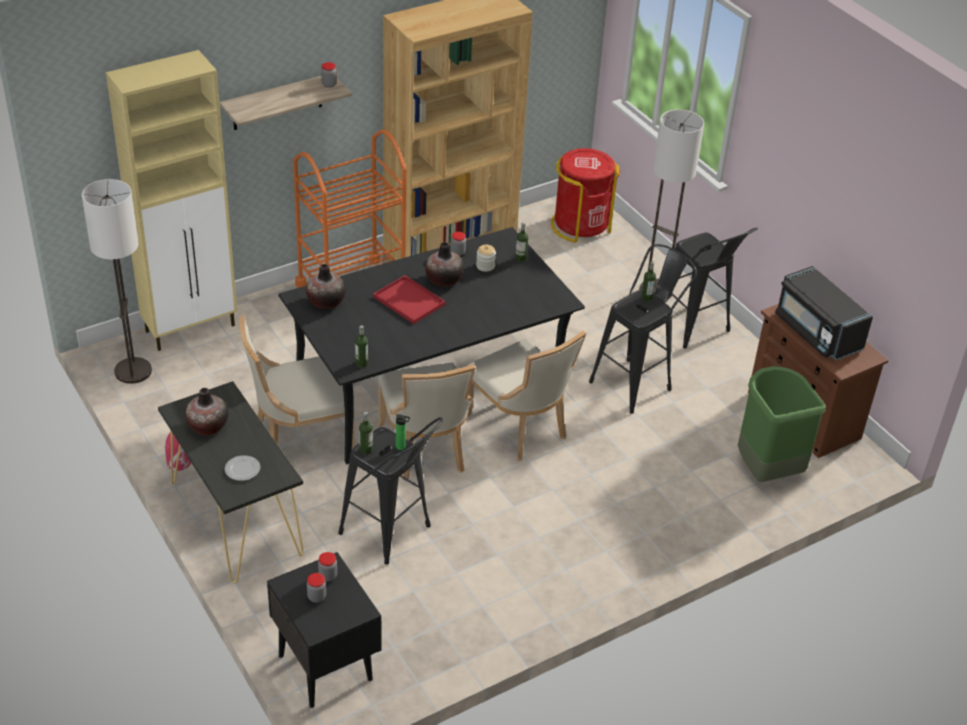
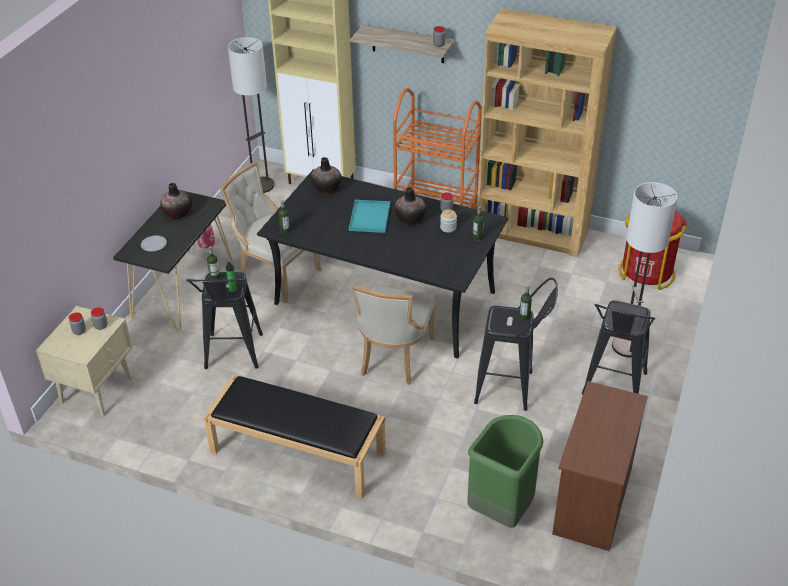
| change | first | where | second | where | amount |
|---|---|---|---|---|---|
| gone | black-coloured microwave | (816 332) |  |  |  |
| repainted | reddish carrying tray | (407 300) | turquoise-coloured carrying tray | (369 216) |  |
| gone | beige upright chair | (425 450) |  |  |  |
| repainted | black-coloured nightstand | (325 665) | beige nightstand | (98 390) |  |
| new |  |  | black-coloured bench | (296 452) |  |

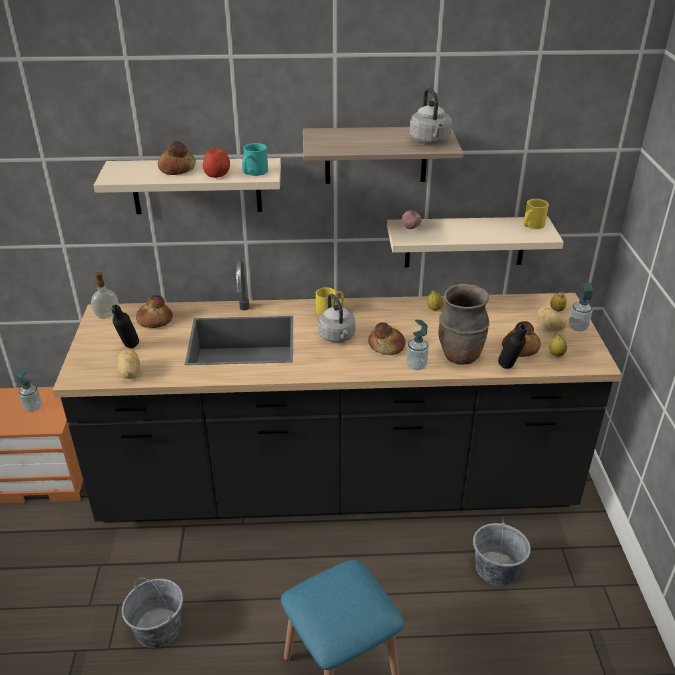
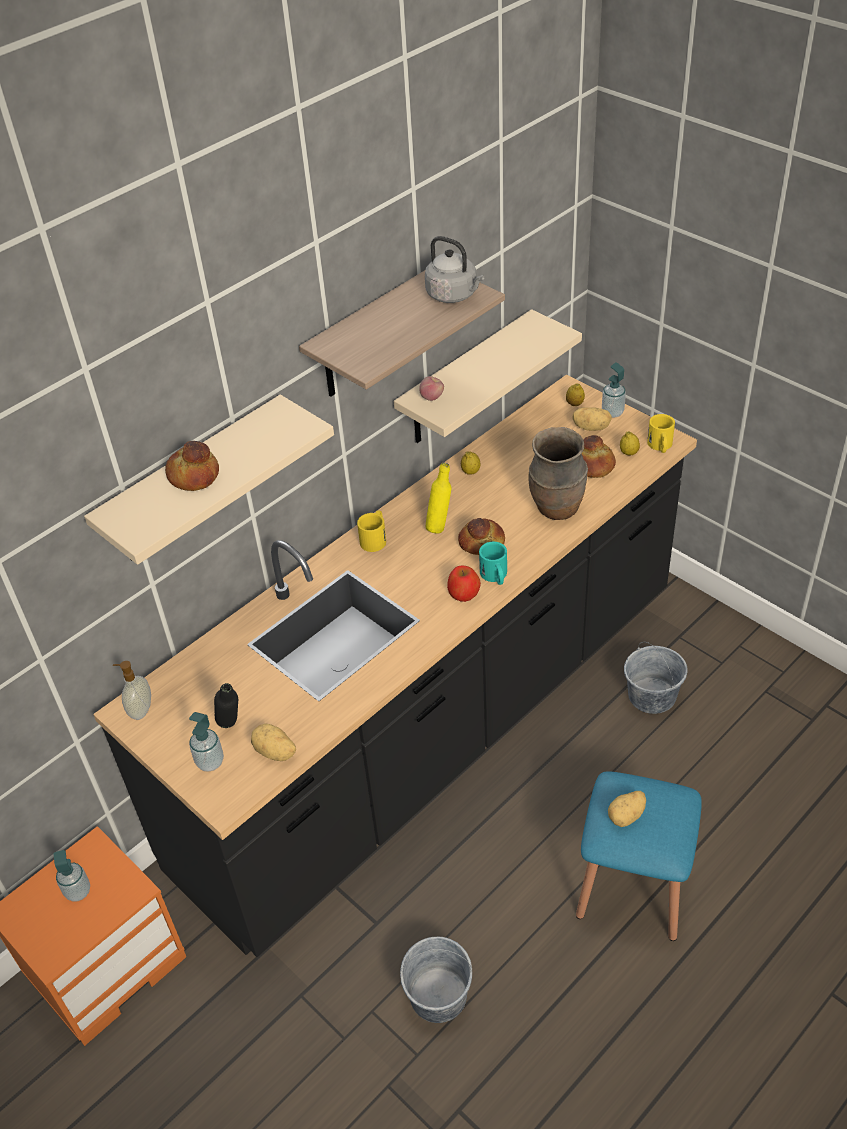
| change | first | where | second | where | amount |
|---|---|---|---|---|---|
| shifted | turquoise-coloured tea mug | (253 173) |  | (495 576) |  |
| shifted | apple fruit | (217 174) |  | (463 593) |  |
| shifted | yellowish tea mug | (531 225) |  | (660 446) |  |
| gone | greyish kettle | (337 337) |  |  |  |
| gone | bread | (154 321) |  |  |  |
| shifted | liquid soap bottle | (416 365) |  | (210 762) |  |
| gone | black-coloured beverage bottle | (509 369) |  |  |  |
| new |  |  | yellowish beverage bottle | (440 525) |  |
| new |  |  | whole potato | (627 816) |  |

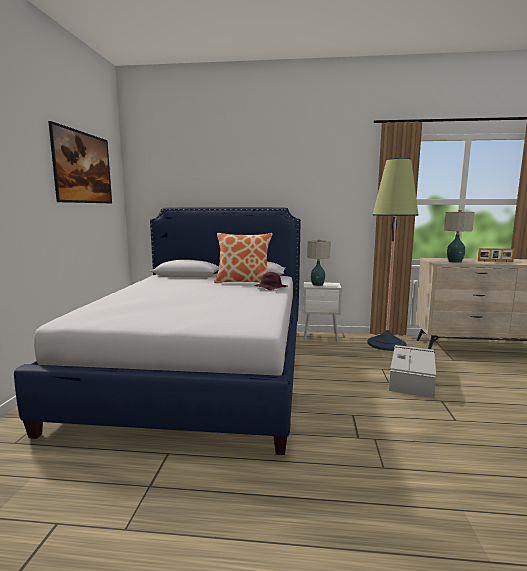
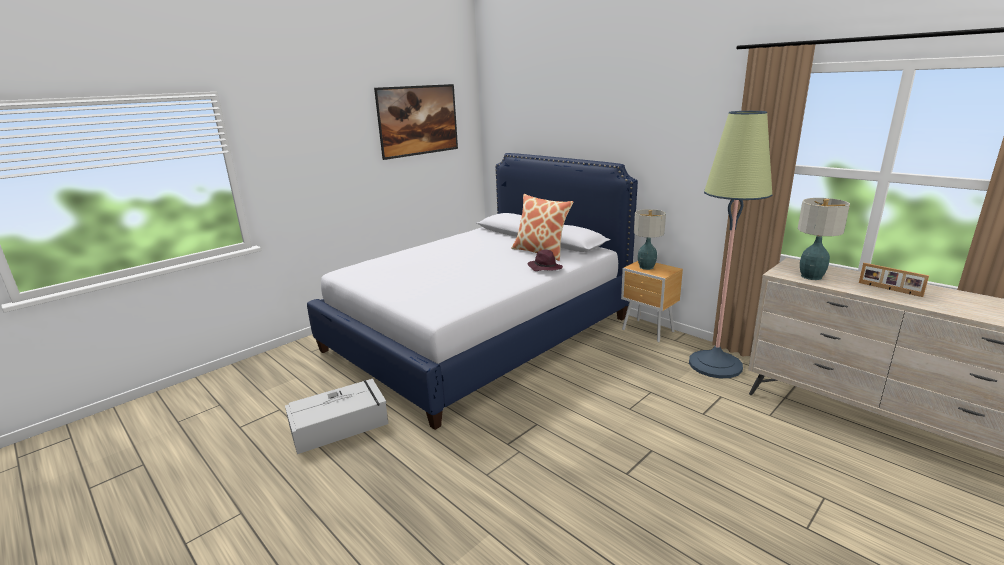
| change | first | where | second | where | amount |
|---|---|---|---|---|---|
| repainted | white-coloured nightstand | (321 337) | brown-coloured nightstand | (648 331) |  |
| shifted | greyish storage box | (412 378) |  | (340 424) |  |

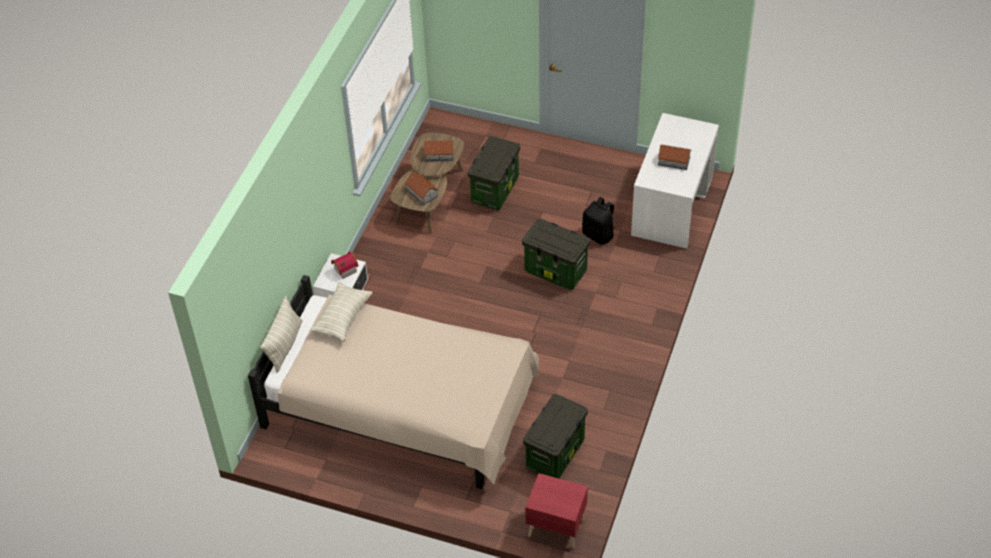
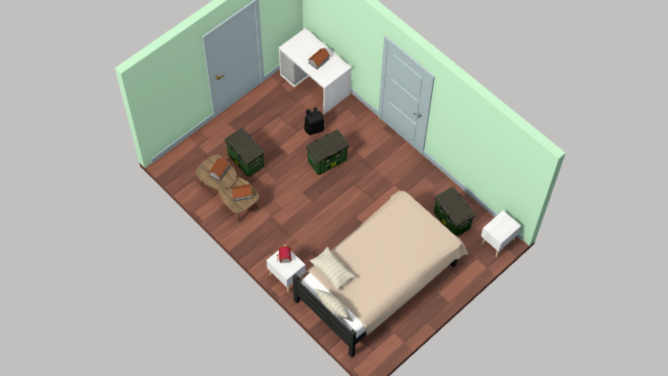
| change | first | where | second | where | amount |
|---|---|---|---|---|---|
| repainted | reddish nightstand | (556 526) | white-coloured nightstand | (497 242) |  |

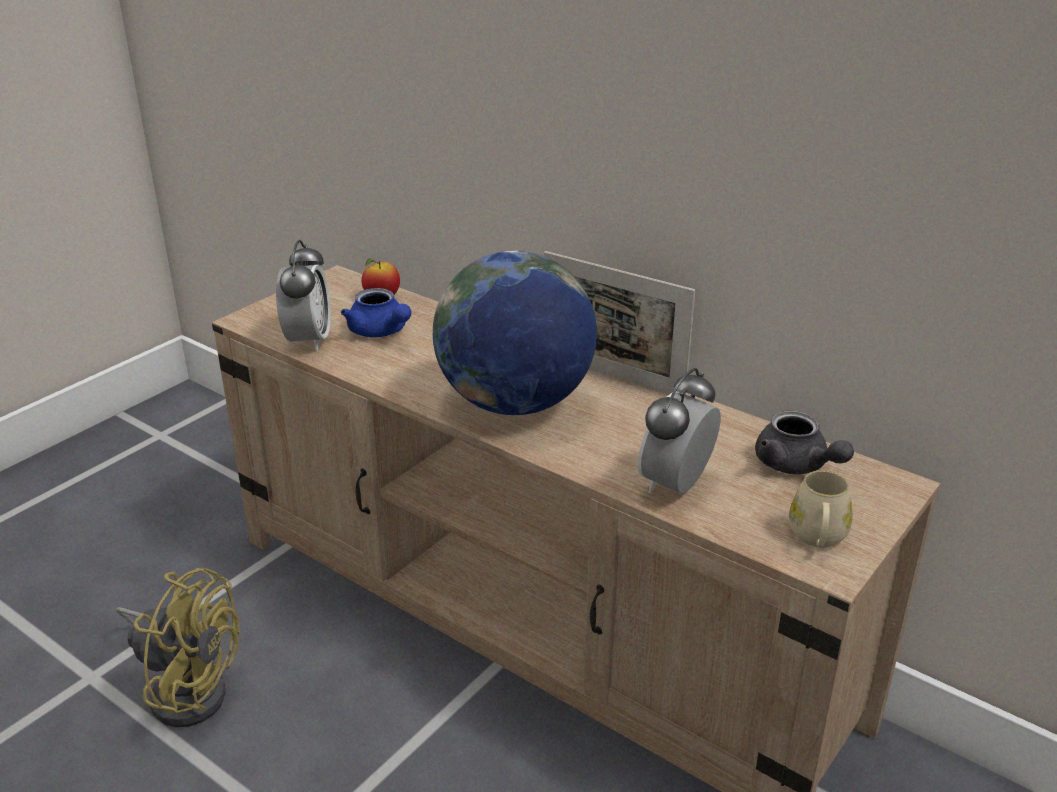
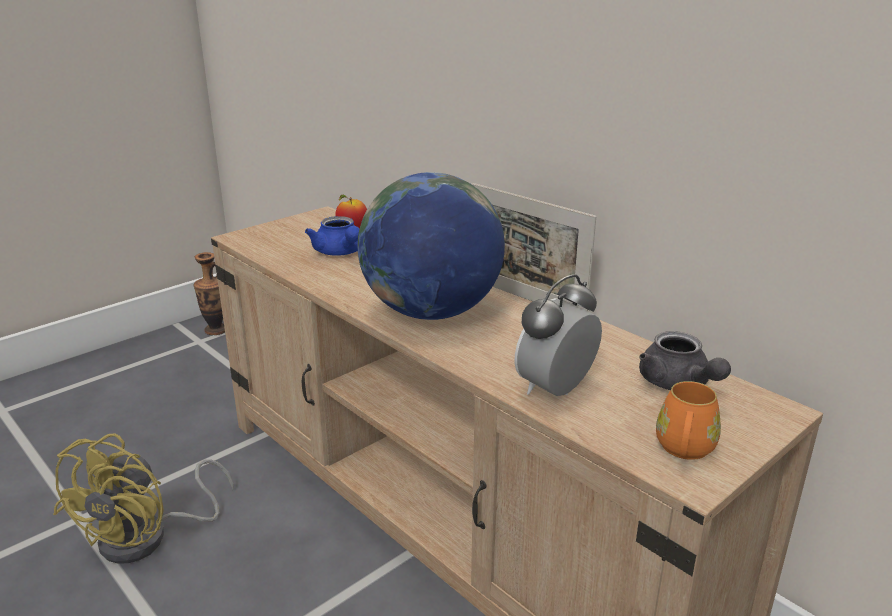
| change | first | where | second | where | amount |
|---|---|---|---|---|---|
| gone | table clock | (308 340) |  |  |  |
| repainted | beige tea mug | (817 538) | orange tea mug | (684 450) |  |
| rotated | yellowish electric fan | (186 688) |  | (148 537) | 75 degrees clockwise |
| new |  |  | decorative vase | (216 330) |  |

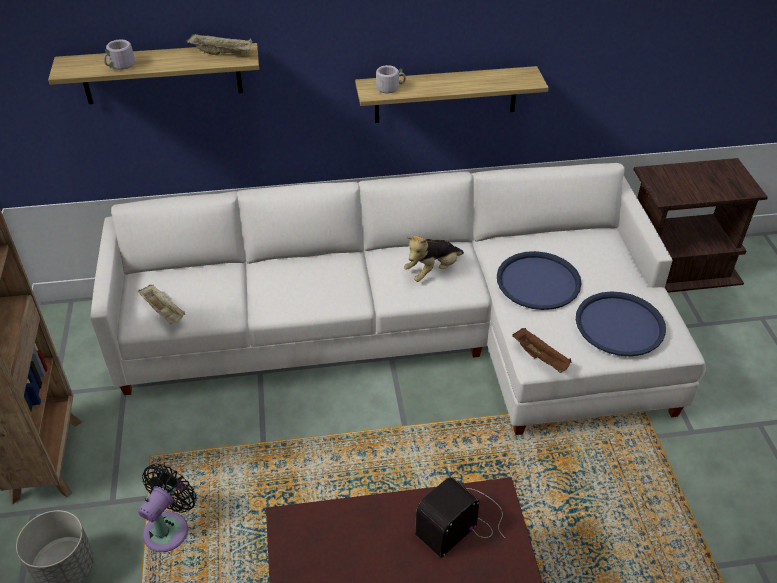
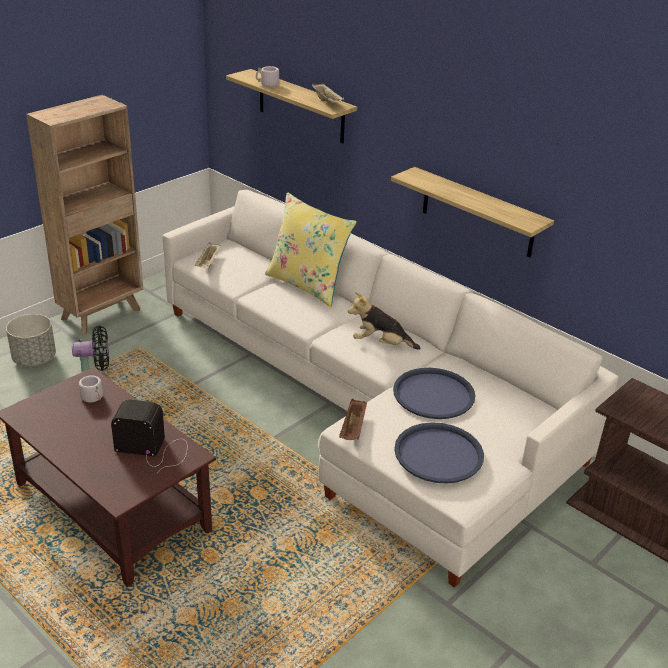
| change | first | where | second | where | amount |
|---|---|---|---|---|---|
| shifted | greyish tea mug | (390 88) |  | (94 397) |  |
| new |  |  | yellowish throw pillow | (307 285) |  |

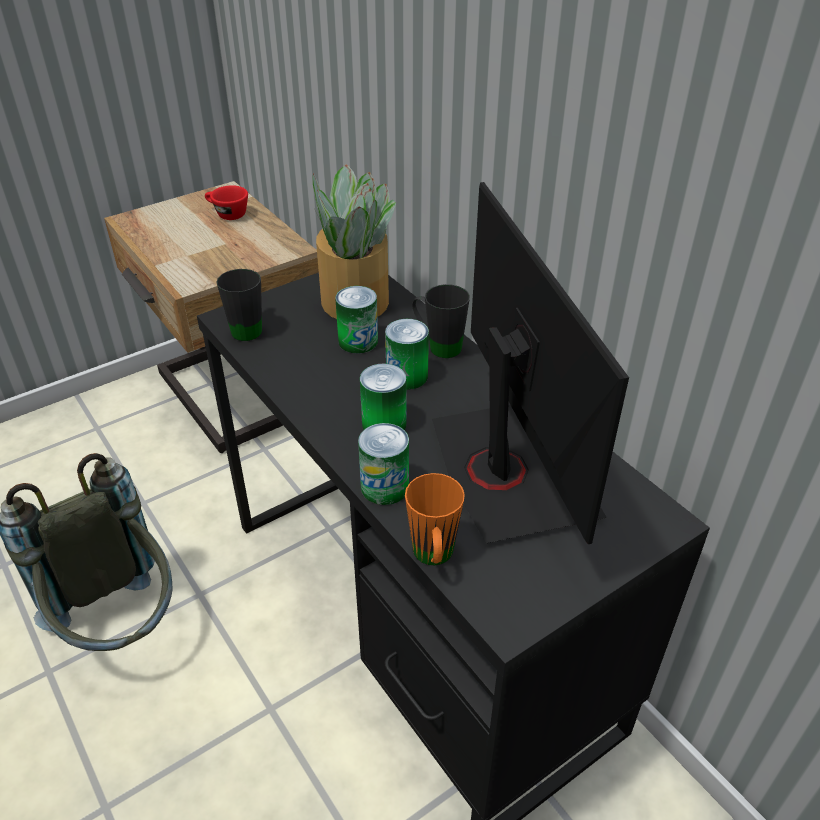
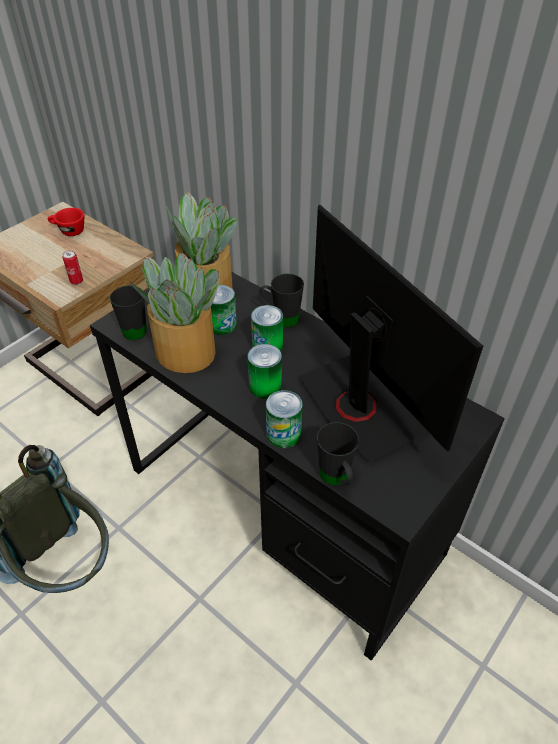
| change | first | where | second | where | amount |
|---|---|---|---|---|---|
| repainted | orange tea mug | (433 559) | black-coloured tea mug | (336 480) |  |
| new |  |  | sealed can | (76 281) |  |
| new |  |  | houseplant | (186 353) |  |

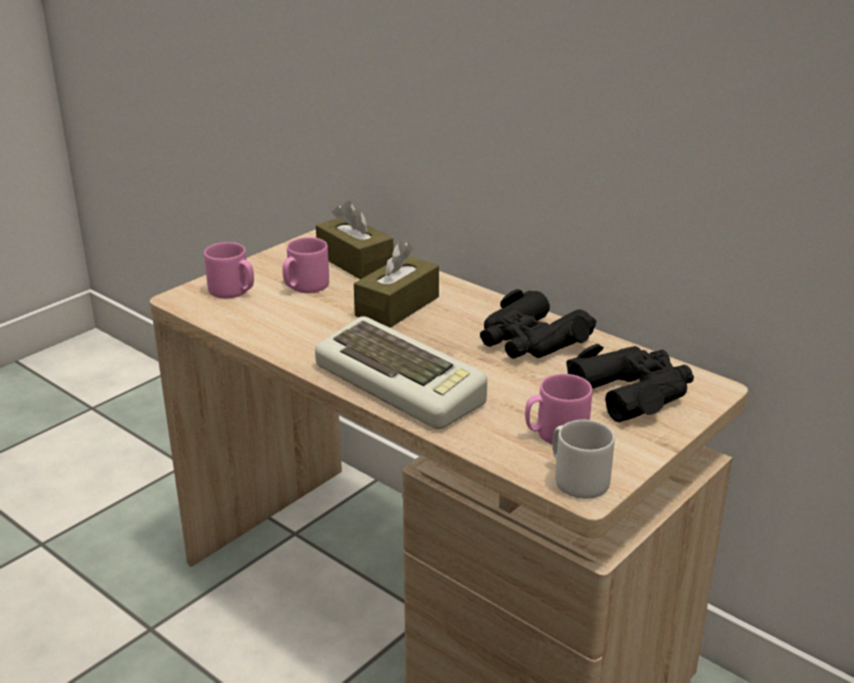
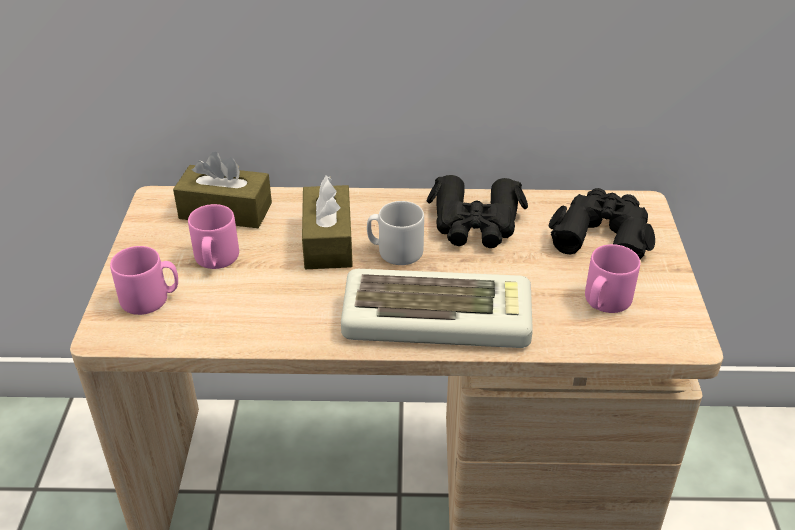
| change | first | where | second | where | amount |
|---|---|---|---|---|---|
| shifted | greyish tea mug | (577 479) |  | (395 251) |  |

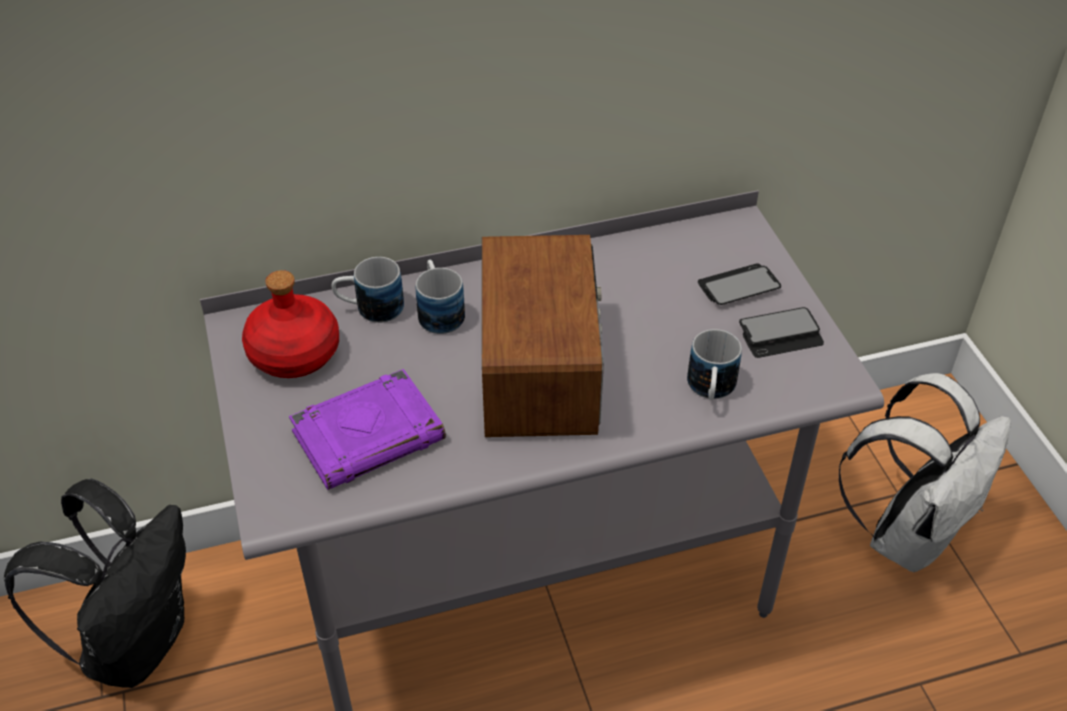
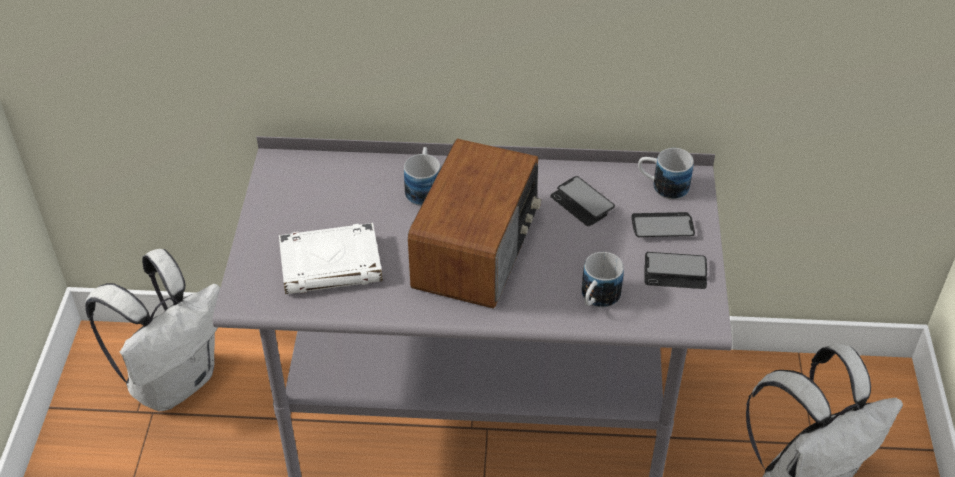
| change | first | where | second | where | amount |
|---|---|---|---|---|---|
| shifted | tea mug | (370 308) |  | (662 186) |  |
| gone | reddish beverage bottle | (295 352) |  |  |  |
| repainted | purple volume | (369 435) | white-coloured volume | (332 264) |  |
| repainted | black-coloured knapsack | (136 642) | white-coloured knapsack | (174 380) |  |
| new |  |  | phone | (582 203) |  |

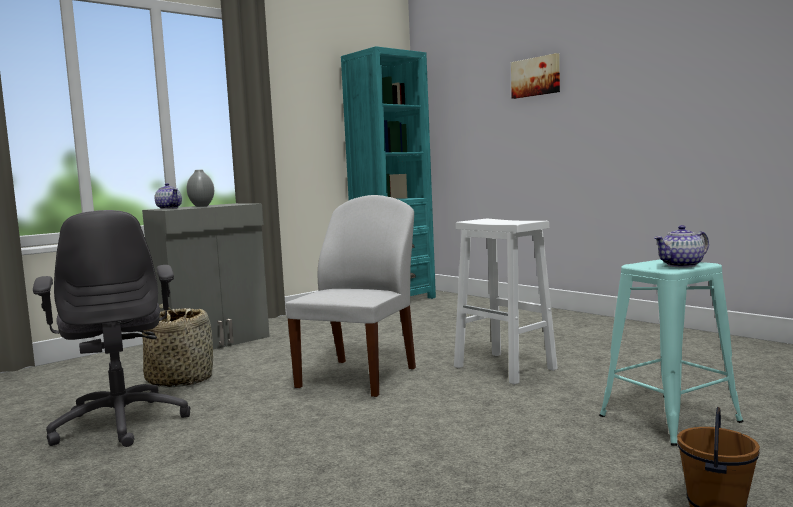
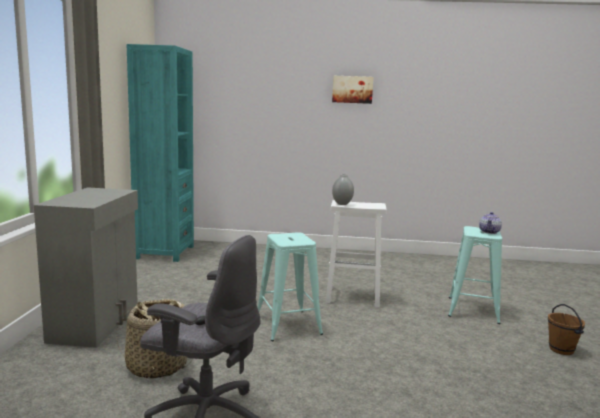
| change | first | where | second | where | amount |
|---|---|---|---|---|---|
| shifted | wall art | (536 76) |  | (352 89) |  |
| shifted | greyish decorative vase | (202 206) |  | (342 204) |  |
| gone | tea pot | (169 208) |  |  |  |
| swapped | white-coloured upright chair | (359 377) | turquoise-coloured stool seat | (288 325) |  |

